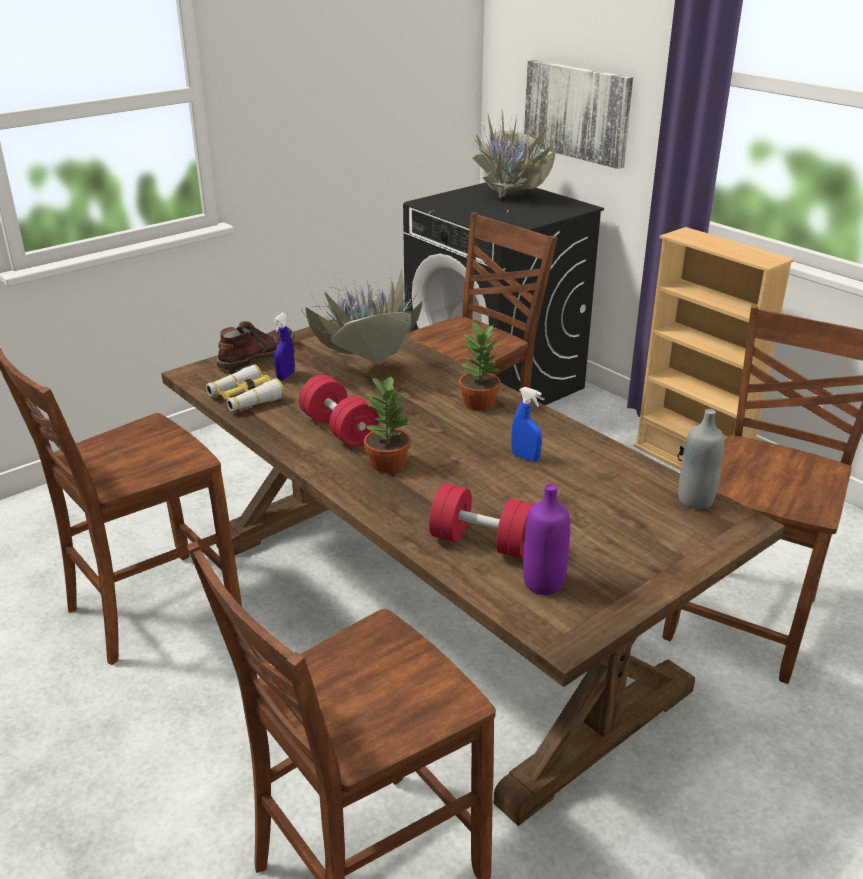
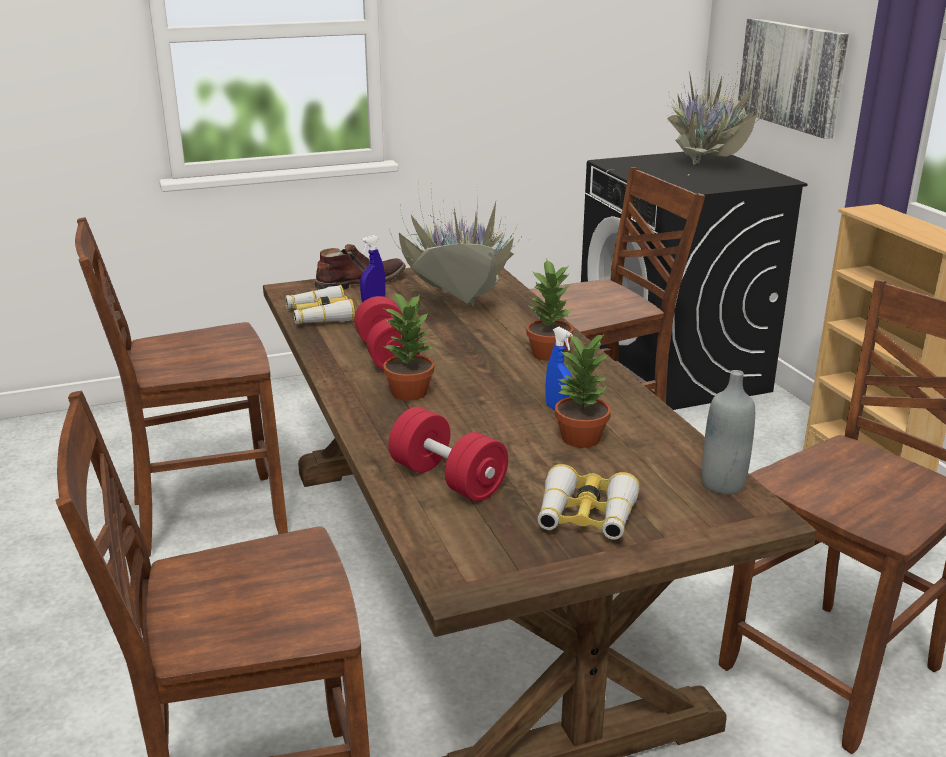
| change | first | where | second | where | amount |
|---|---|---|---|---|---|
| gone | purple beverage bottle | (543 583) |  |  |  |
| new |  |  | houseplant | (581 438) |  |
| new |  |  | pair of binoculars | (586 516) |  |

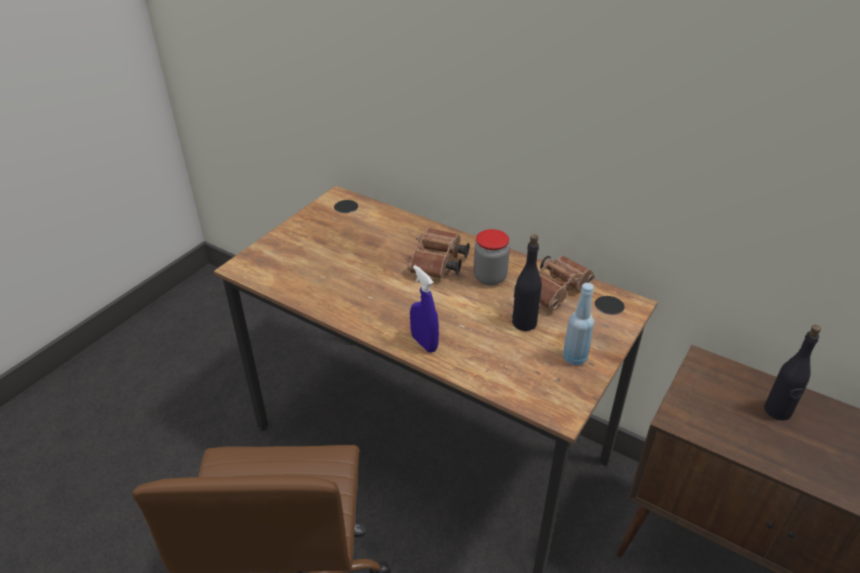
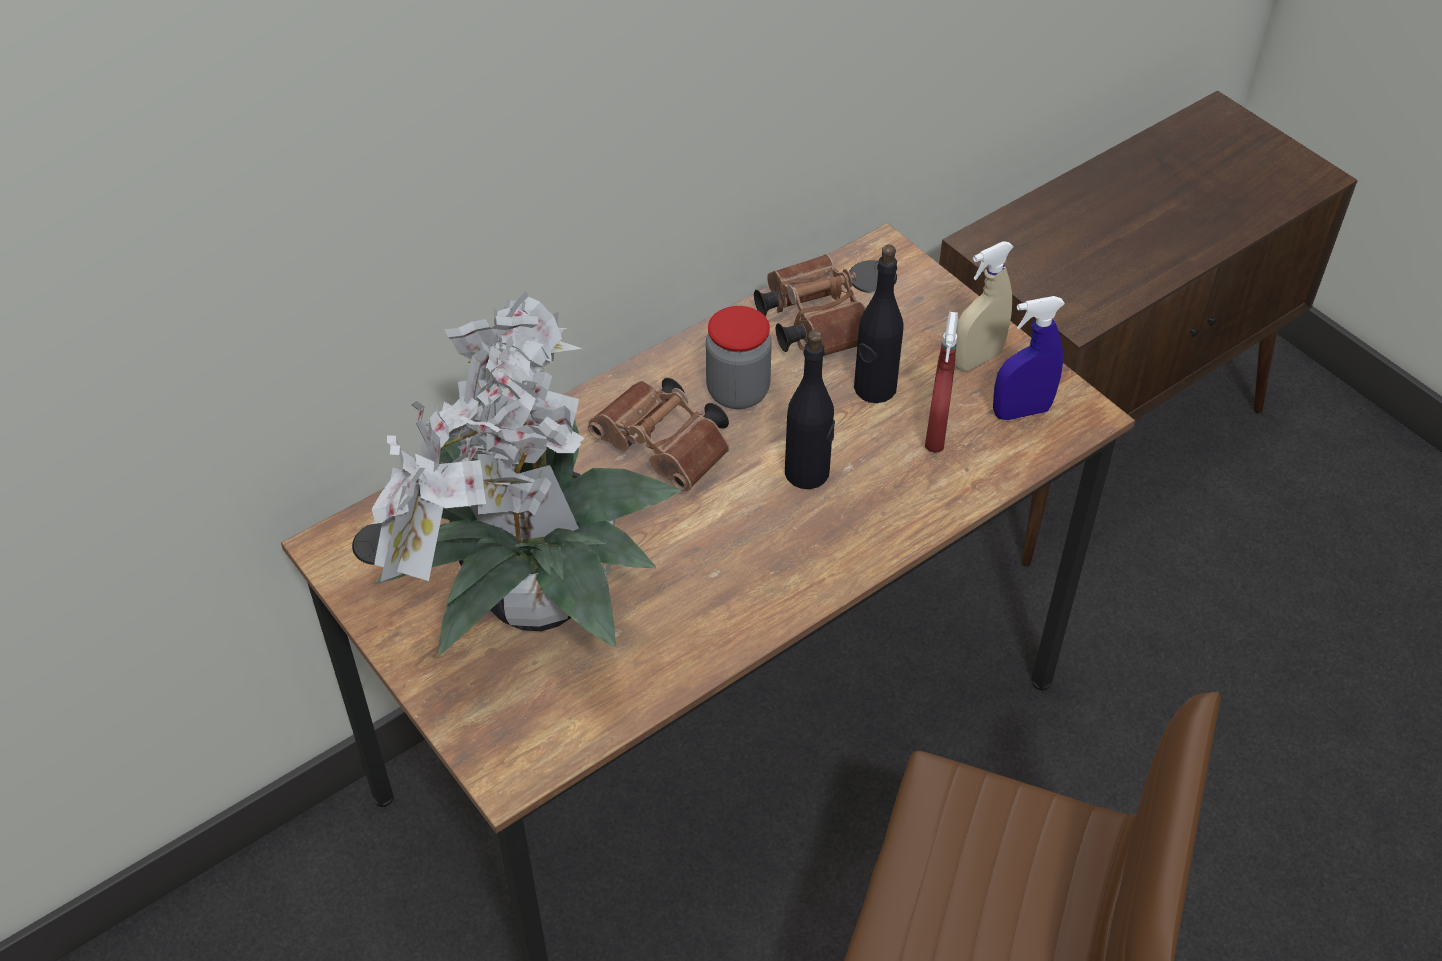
| change | first | where | second | where | amount |
|---|---|---|---|---|---|
| shifted | bluish hand sprayer | (424 343) |  | (1021 411) |  |
| swapped | bluish beverage bottle | (575 358) | beige hand sprayer | (977 359) |  |
| shifted | black-coloured beverage bottle | (778 411) |  | (807 473) |  |
| new |  |  | houseplant | (529 608) |  |
| new |  |  | reddish hand sprayer | (936 433) |  |

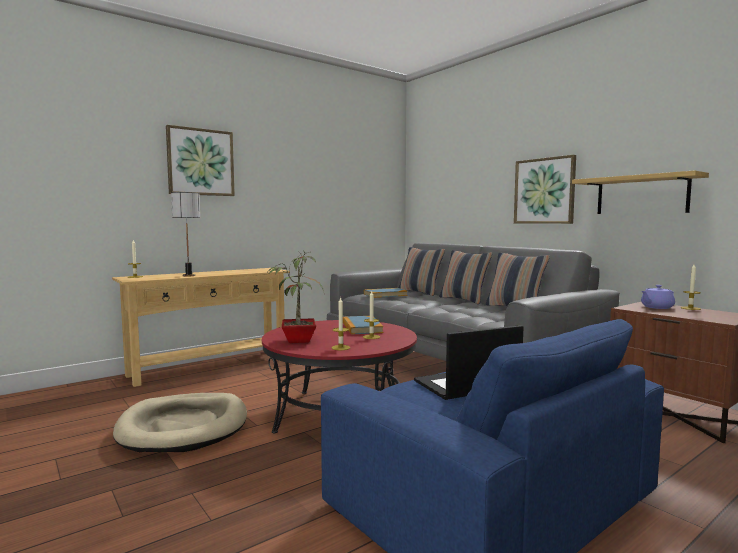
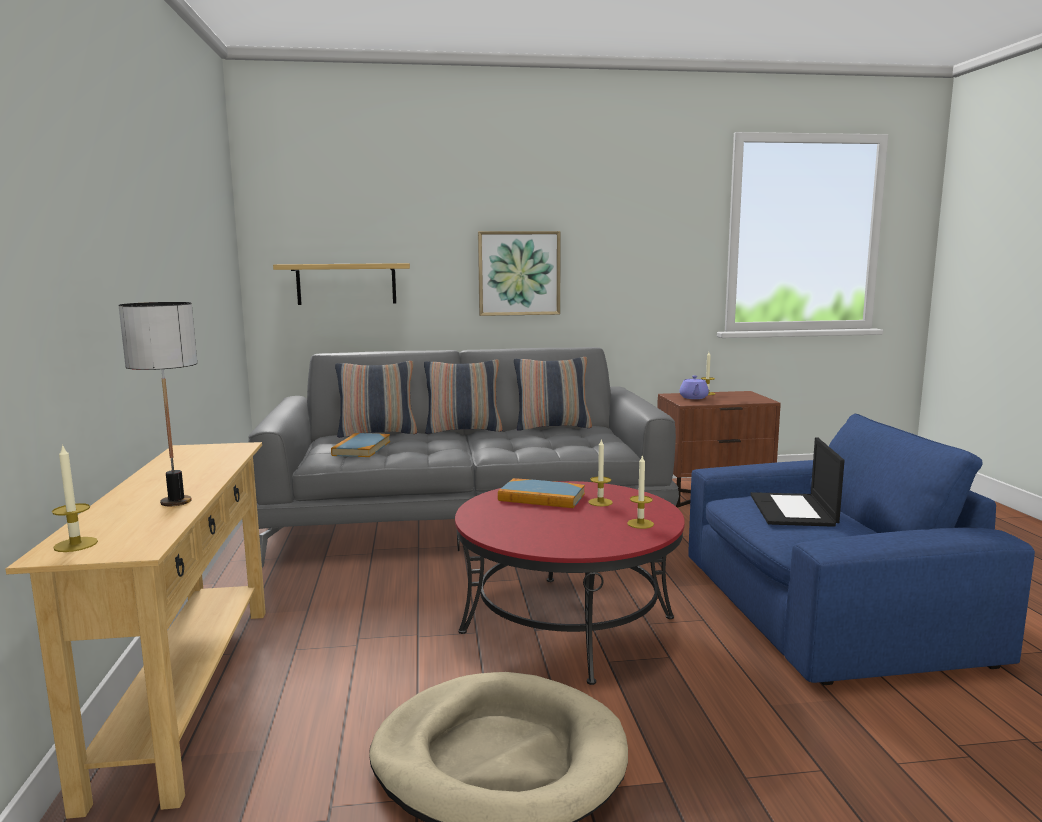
| change | first | where | second | where | amount |
|---|---|---|---|---|---|
| gone | wall art | (200 162) |  |  |  |
| shifted | bracket shelf | (641 195) |  | (346 284) |  |
| gone | houseplant | (297 340) |  |  |  |

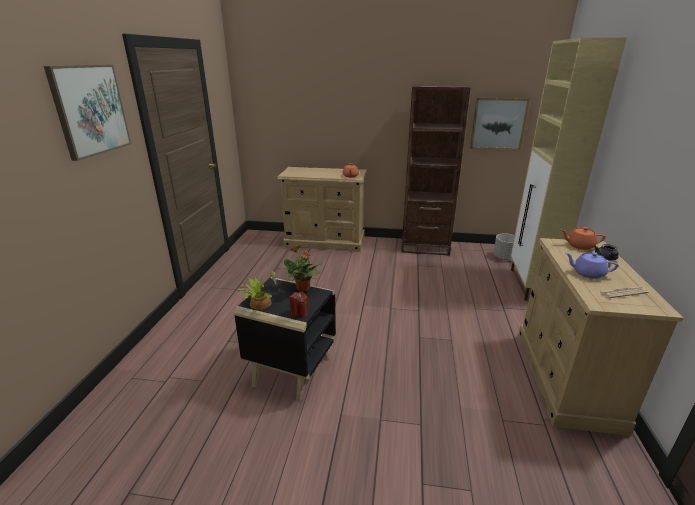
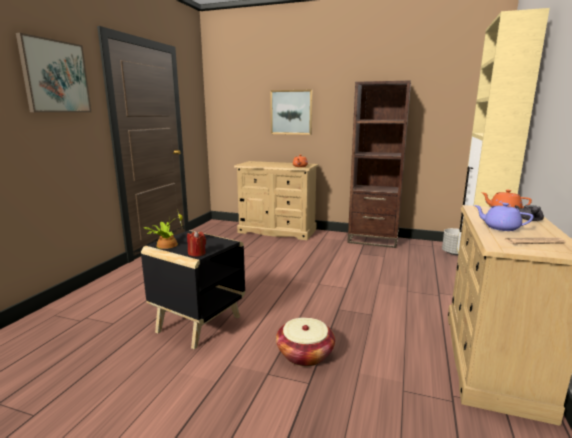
| change | first | where | second | where | amount |
|---|---|---|---|---|---|
| shifted | wall art | (498 124) |  | (291 112) |  |
| gone | houseplant | (303 288) |  |  |  |
| new |  |  | storage basket | (305 354) |  |

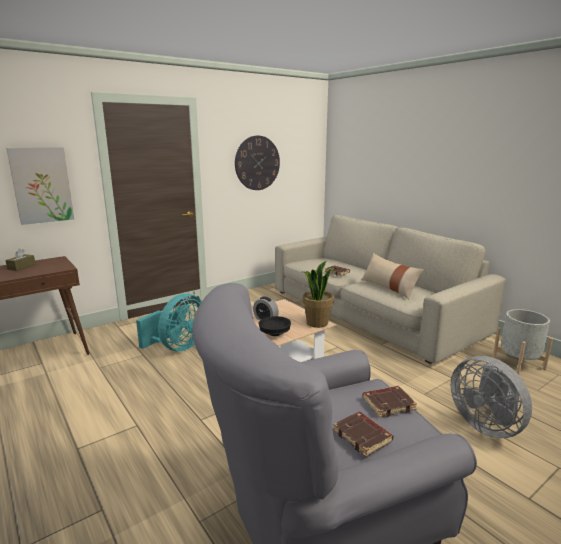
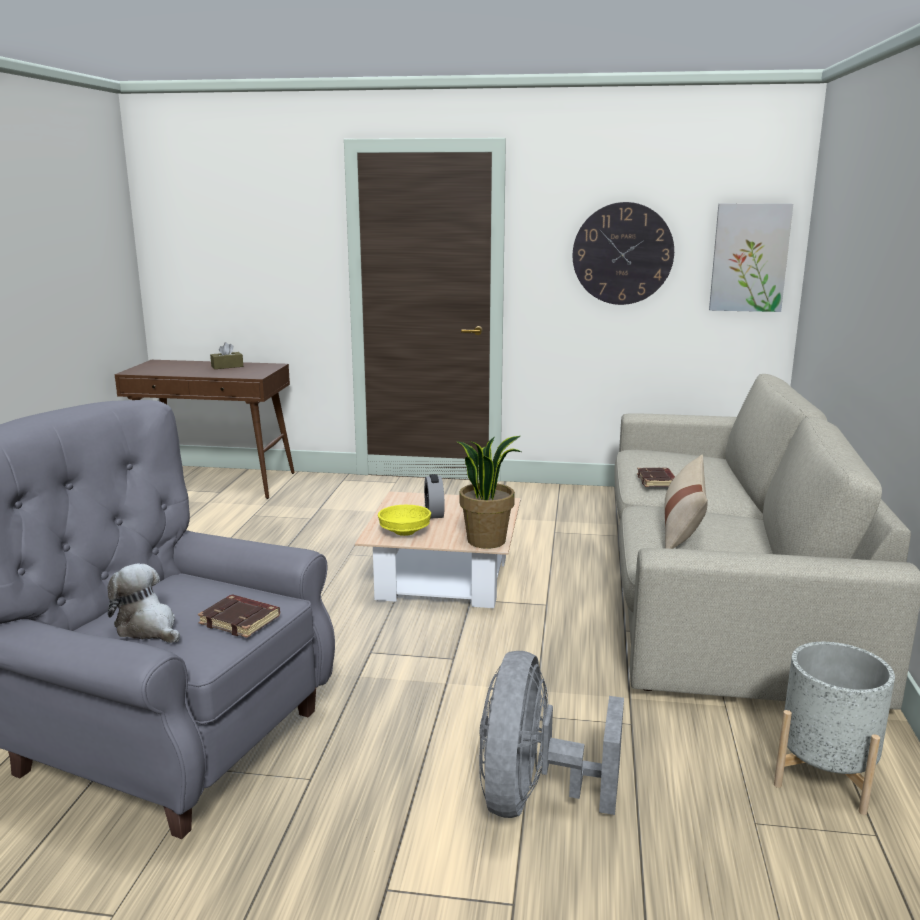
| change | first | where | second | where | amount |
|---|---|---|---|---|---|
| shifted | wall art | (41 185) |  | (749 258) |  |
| gone | turquoise-coloured electric fan | (178 347) |  |  |  |
| repainted | black-coloured serving bowl | (275 333) | yellowish serving bowl | (405 532) |  |
| swapped | brown-coloured volume | (363 436) | cuddly toy | (148 628) |  |

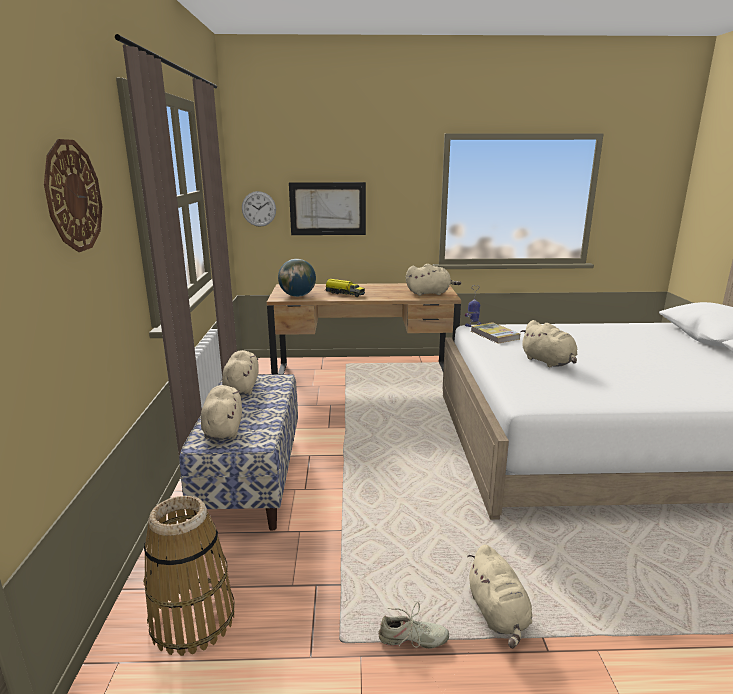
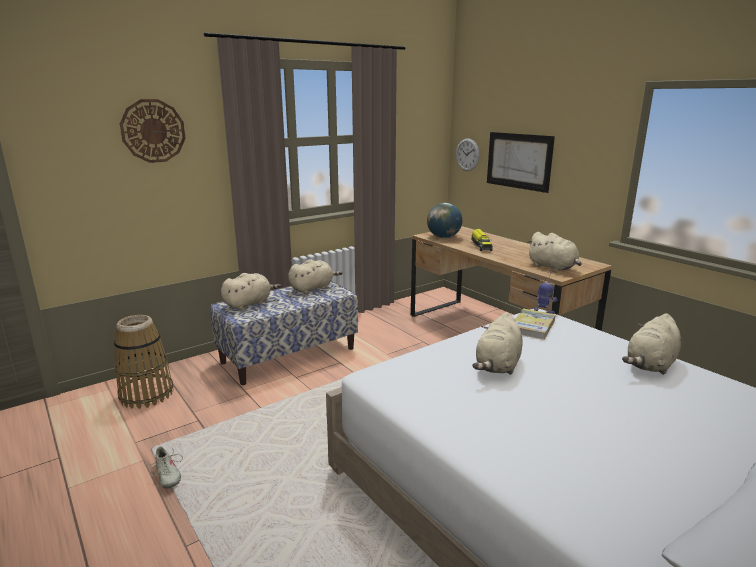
| change | first | where | second | where | amount |
|---|---|---|---|---|---|
| shifted | beige cuddly toy | (498 614) |  | (650 365) |  |

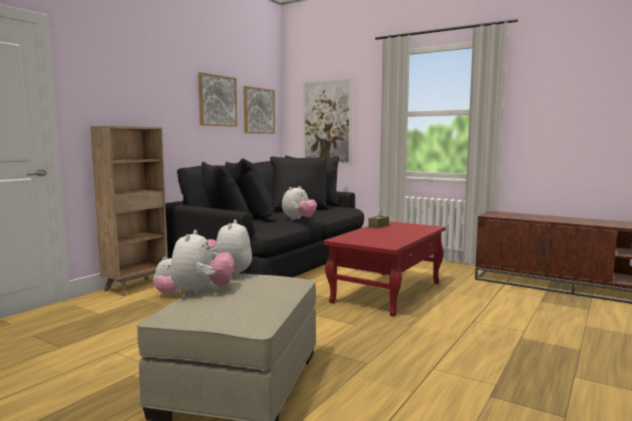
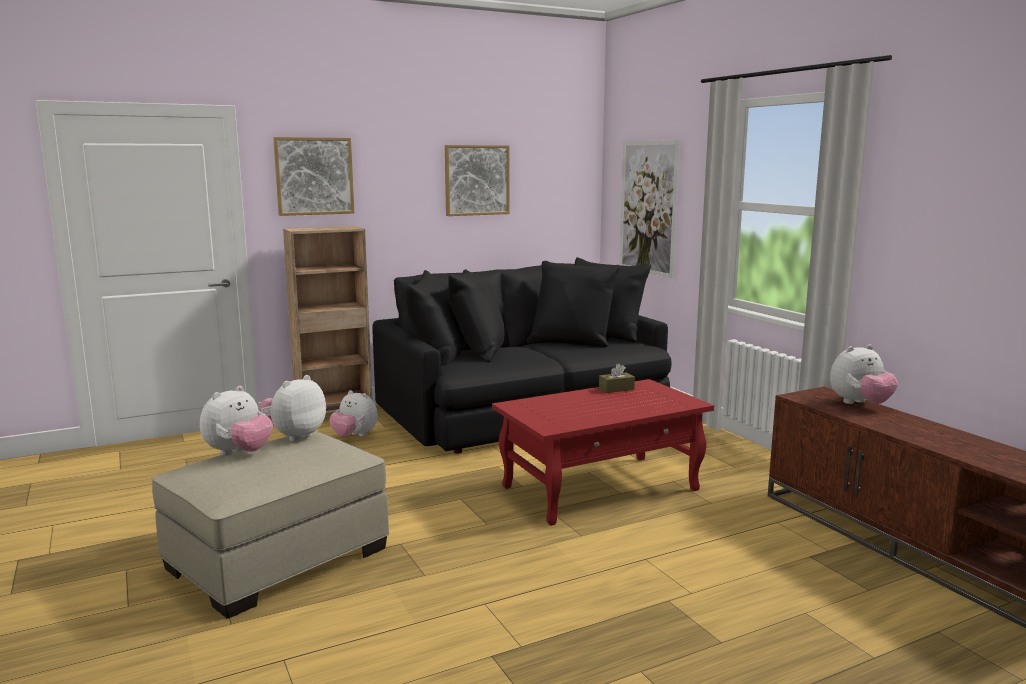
| change | first | where | second | where | amount |
|---|---|---|---|---|---|
| shifted | wall art | (258 110) |  | (314 176) |  |
| shifted | cuddly toy | (299 219) |  | (860 404) |  |

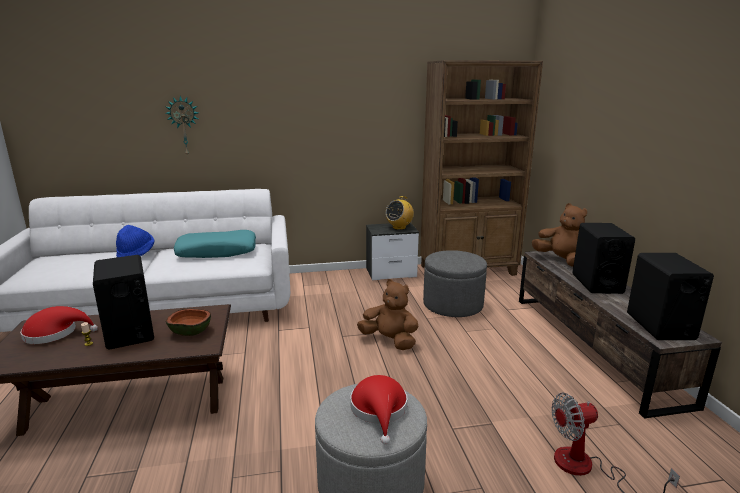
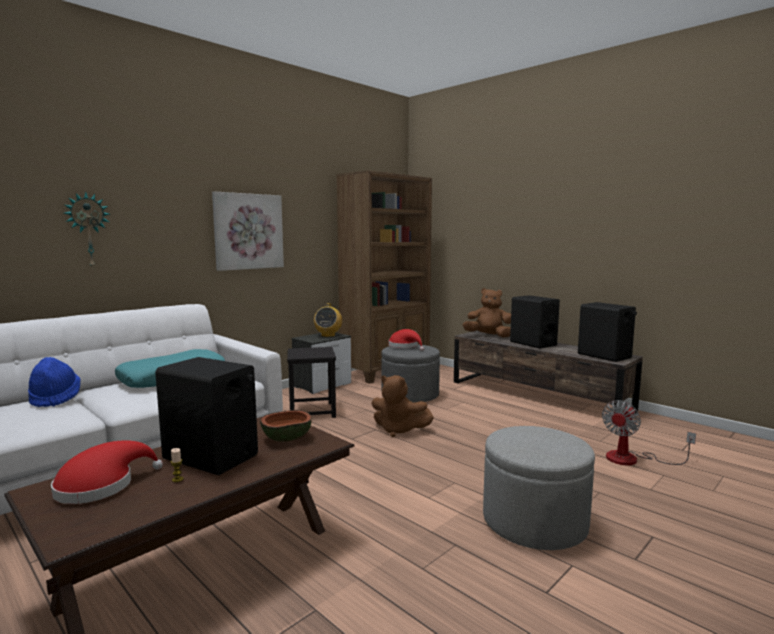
| change | first | where | second | where | amount |
|---|---|---|---|---|---|
| rotated | brown-coloured cuddly toy | (390 341) |  | (398 430) | 150 degrees counterclockwise |
| shifted | reddish hat | (379 410) |  | (405 346) |  |
| new |  |  | wall art | (248 231) |  |
| new |  |  | black-coloured stool seat | (312 411) |  |

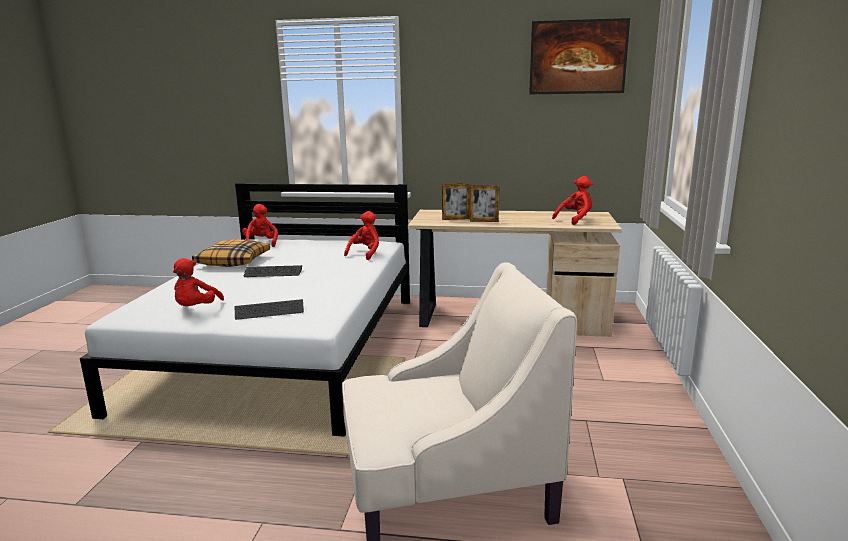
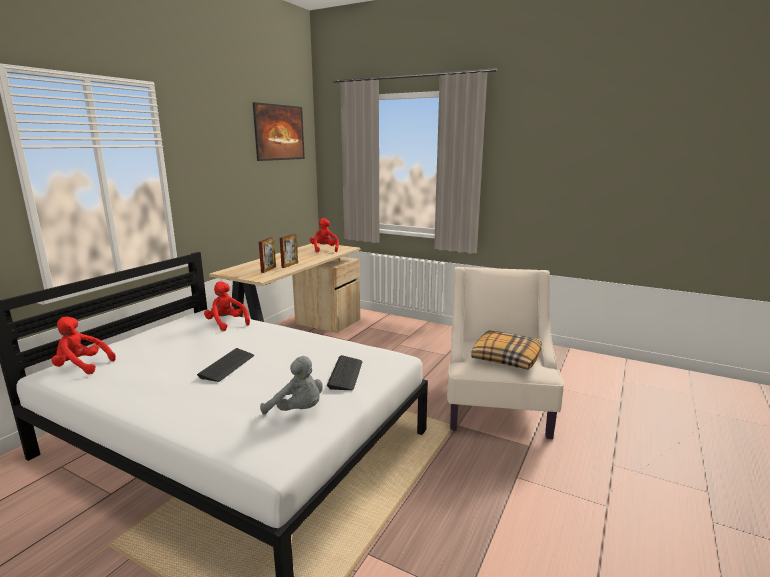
| change | first | where | second | where | amount |
|---|---|---|---|---|---|
| shifted | throw pillow | (233 261) |  | (505 357) |  |
| repainted | reddish cuddly toy | (196 309) | greyish cuddly toy | (297 411) |  |

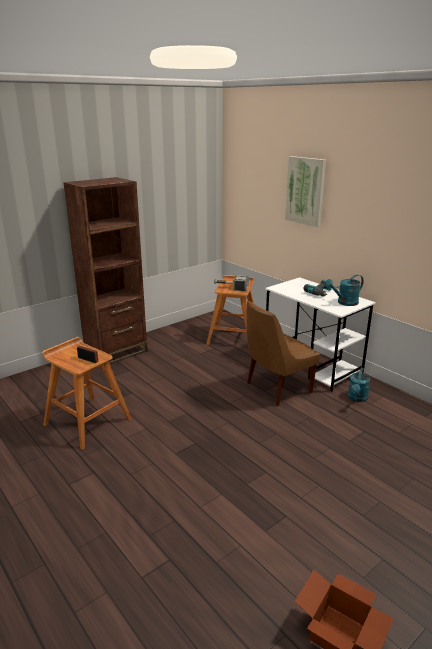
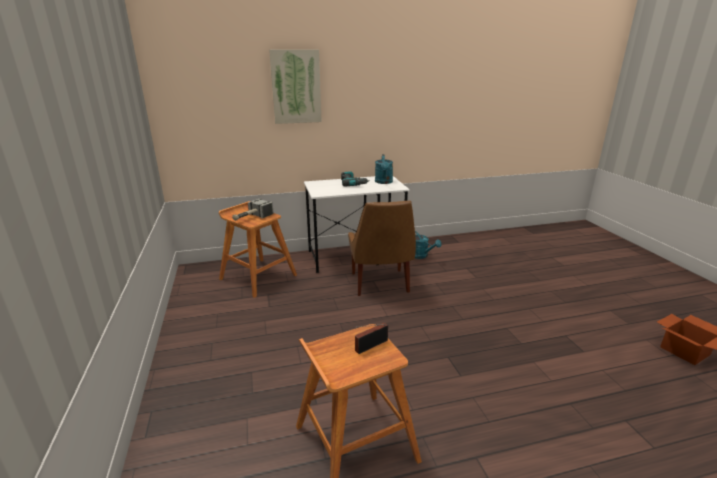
| change | first | where | second | where | amount |
|---|---|---|---|---|---|
| gone | brown-coloured bookshelf | (116 352) |  |  |  |

